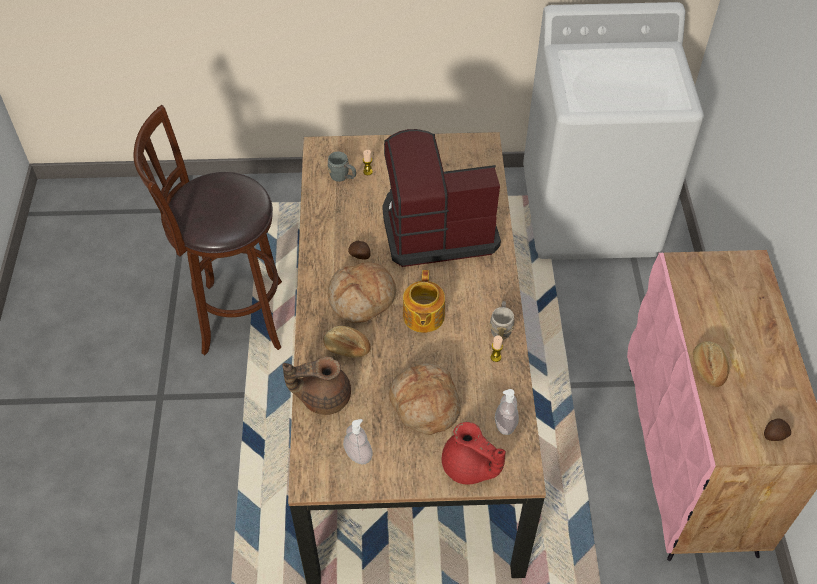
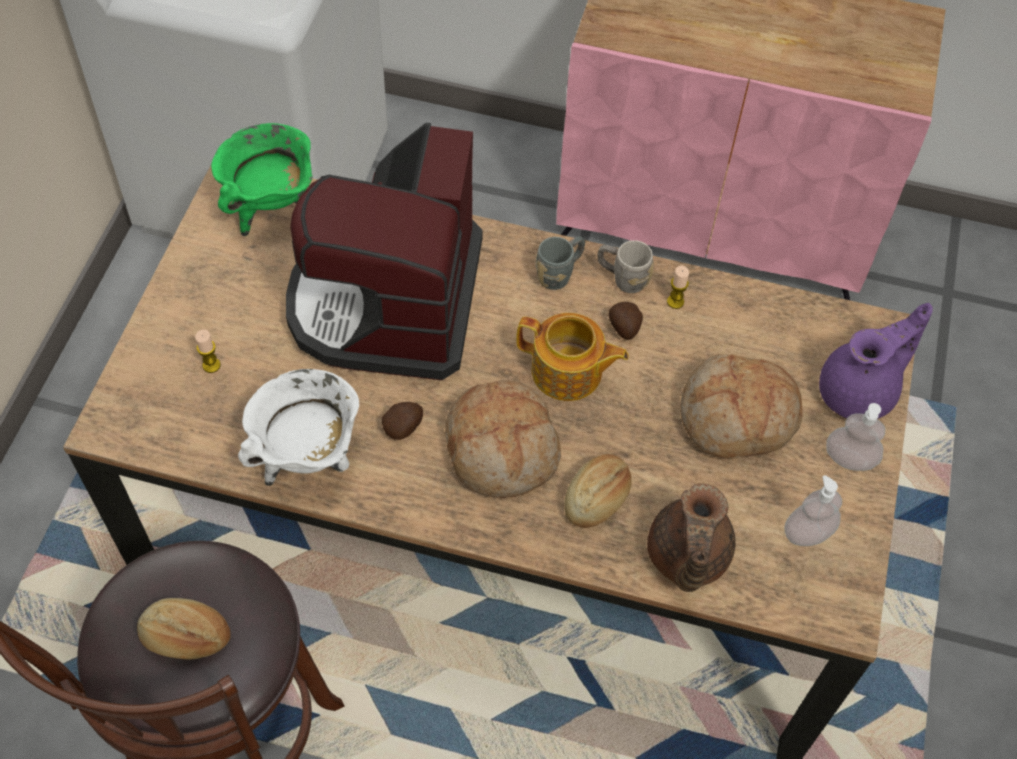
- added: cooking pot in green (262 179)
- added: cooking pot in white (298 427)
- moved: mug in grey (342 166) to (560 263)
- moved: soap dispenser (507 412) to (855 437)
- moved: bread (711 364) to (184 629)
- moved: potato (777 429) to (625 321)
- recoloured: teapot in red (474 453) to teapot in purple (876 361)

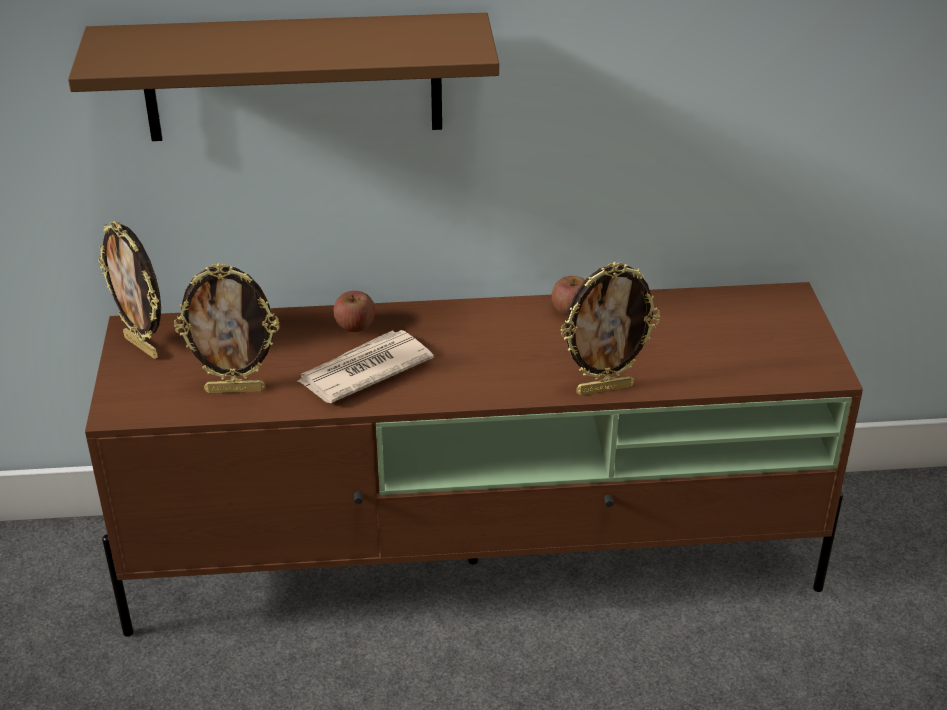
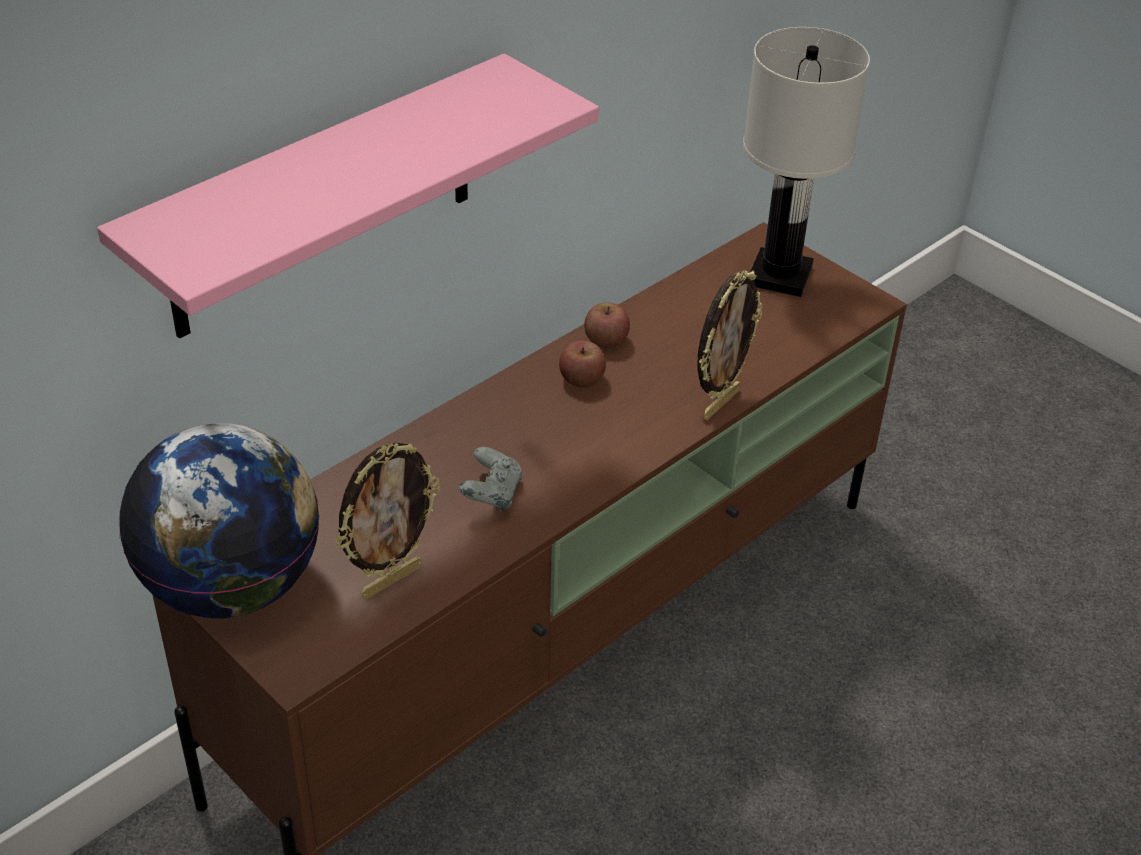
- added: table lamp in white (806 162)
- moved: apple (354 311) to (582 364)
- replaced: picture frame (129 290) to globe (219 520)
- replaced: newspaper (365 366) to game controller in grey (491 479)
- recoloured: shelf in brown (283 77) to shelf in pink (348 196)

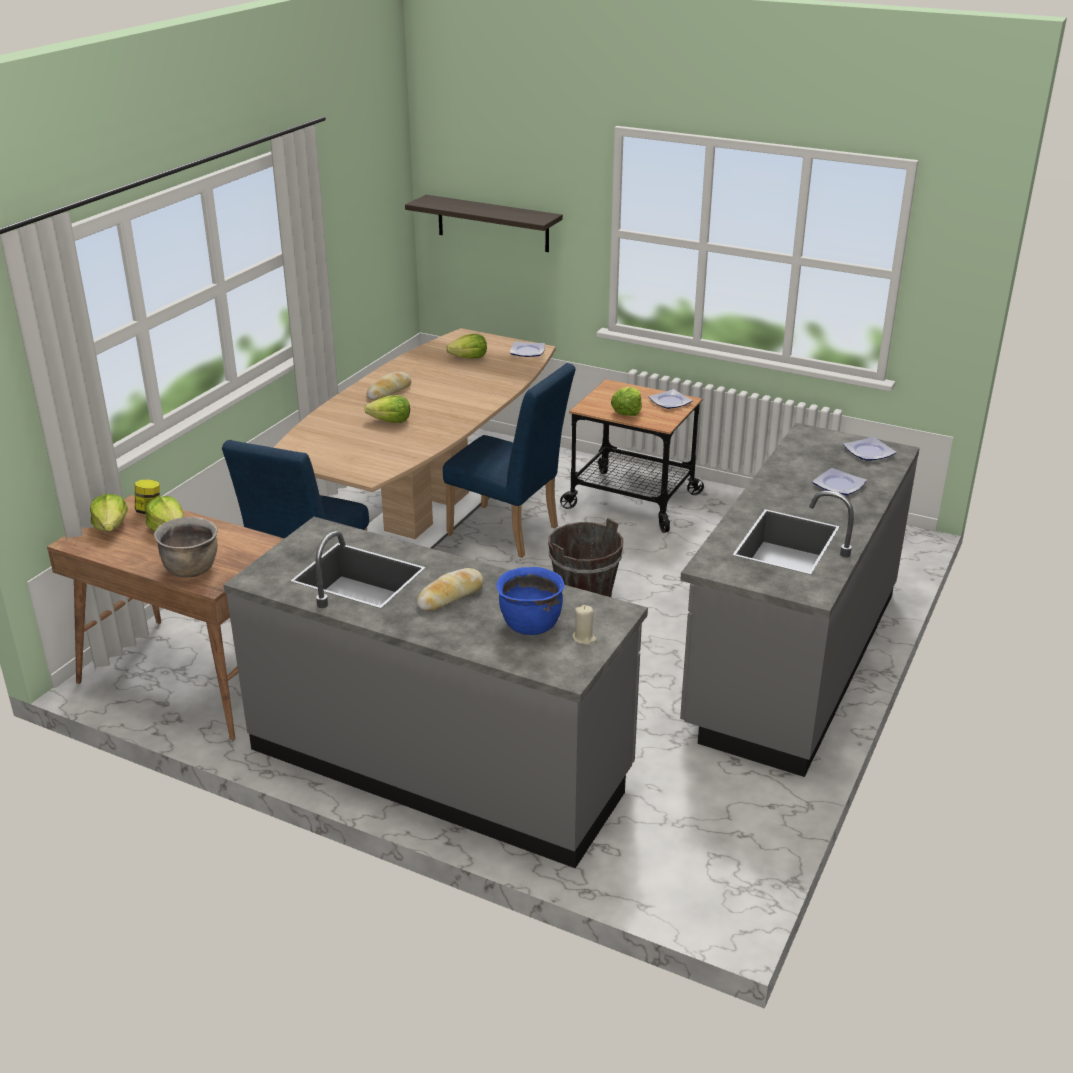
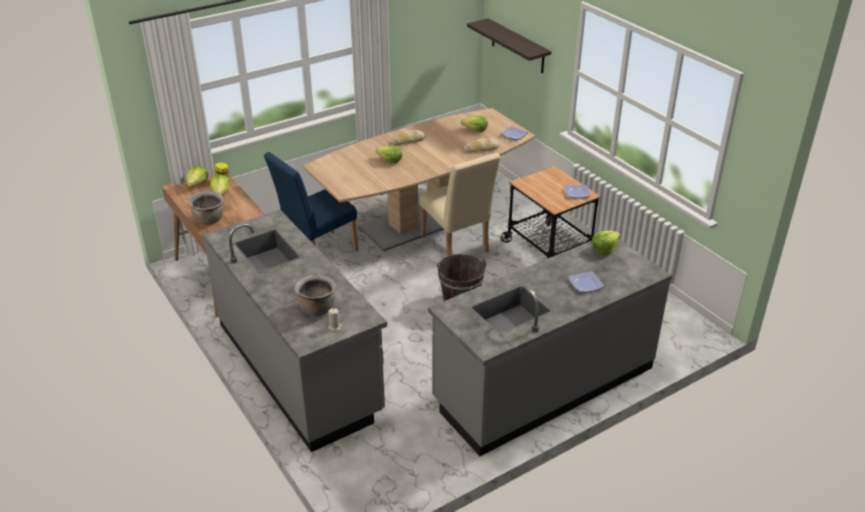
- removed: plate (870 449)
- moved: bread (450 589) to (481 145)
- moved: lettuce (626 401) to (605 243)
- recoloured: chair in blue (509 460) to chair in beige (460 204)
- recoloured: cooking pot in blue (531 601) to cooking pot in brown (315 295)

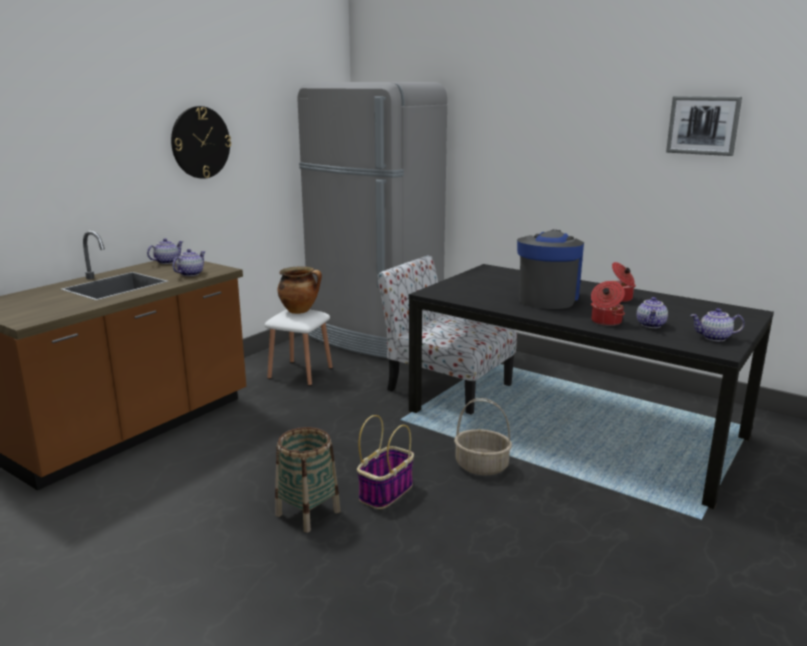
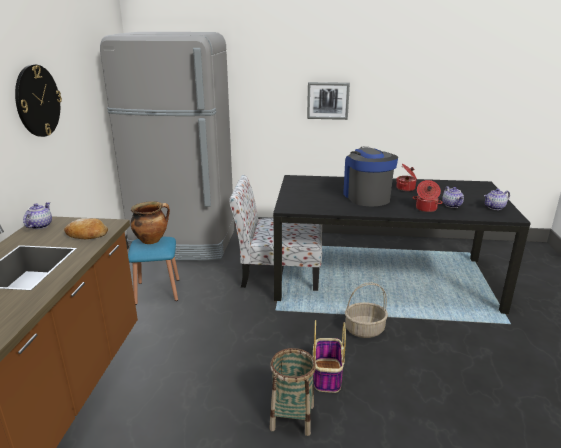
- moved: picture (704 126) to (328 101)
- replaced: teapot (188 262) to bread (86 228)
- recoloured: stool in white (299 347) to stool in blue (154 271)

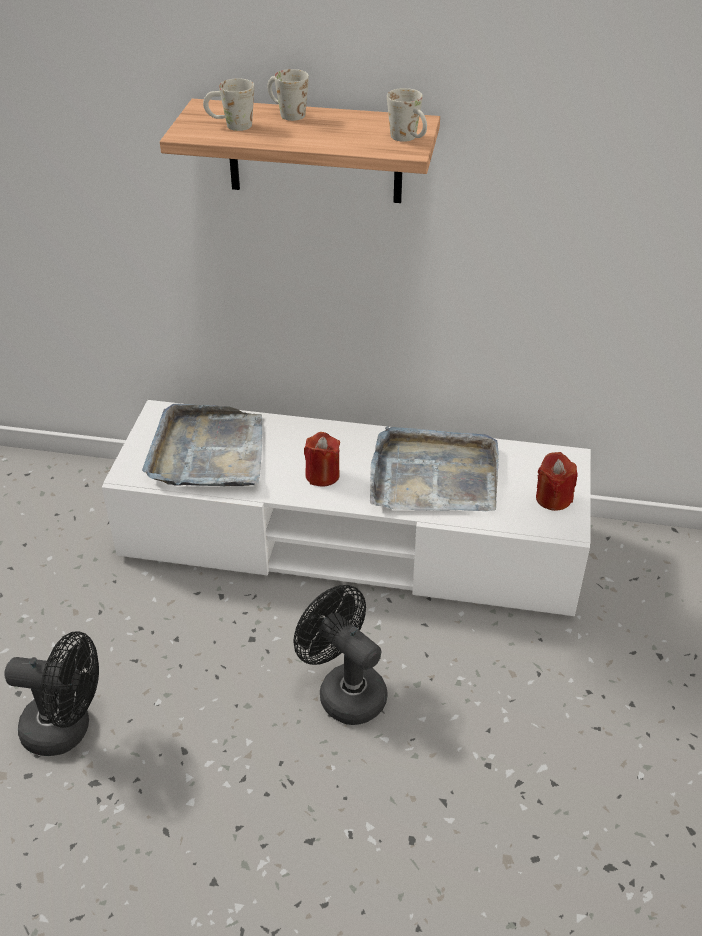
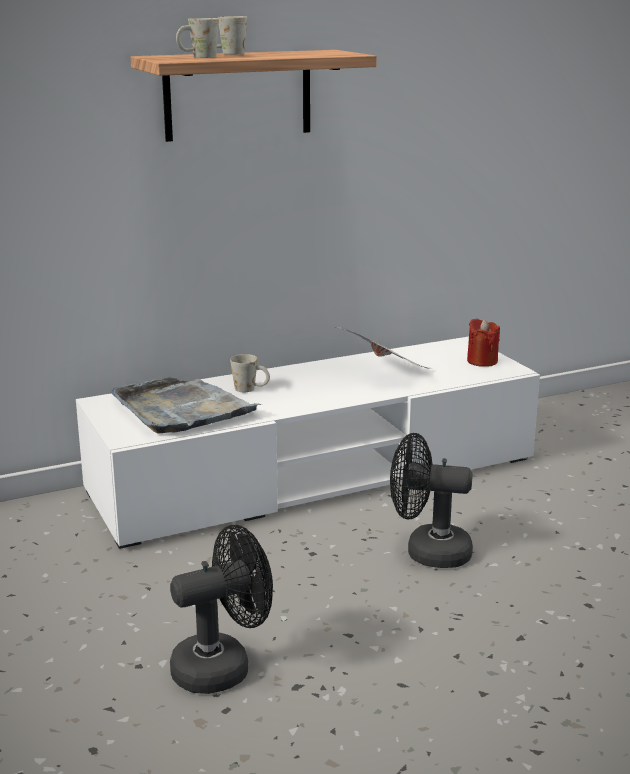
- removed: candle in red (322 459)
- moved: mug in white (407 115) to (250 373)
- replaced: tray in grey (434 468) to newspaper (384 348)

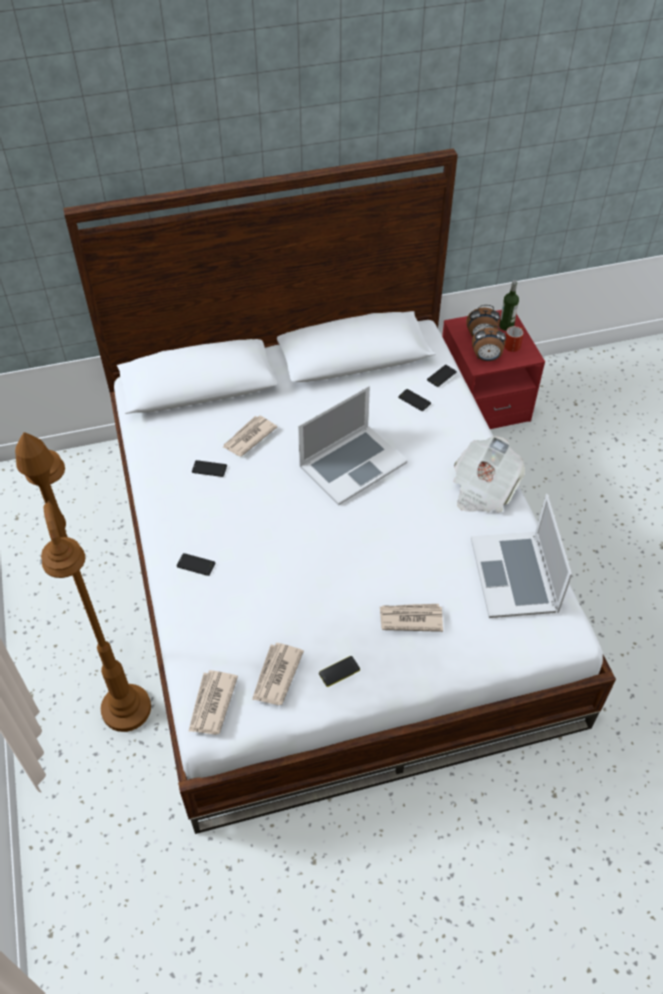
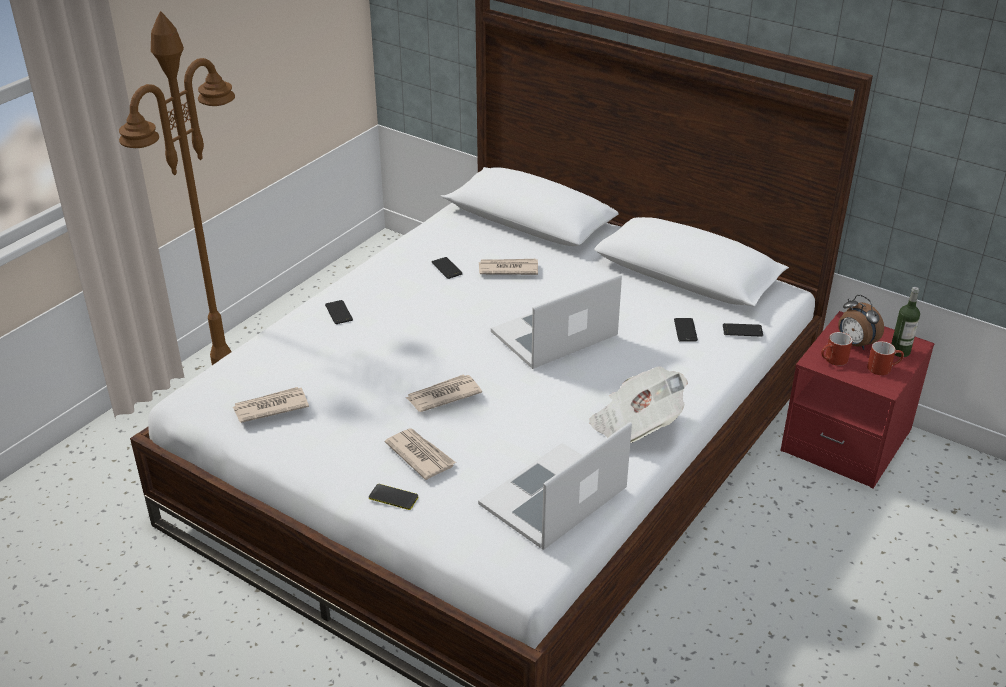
- moved: newspaper (213 702) to (444 393)
- moved: phone (339 671) to (393 497)
- replaced: alarm clock (489 343) to mug in red (837 349)
- turned: laptop (352 445) = (556 321) 135 degrees clockwise

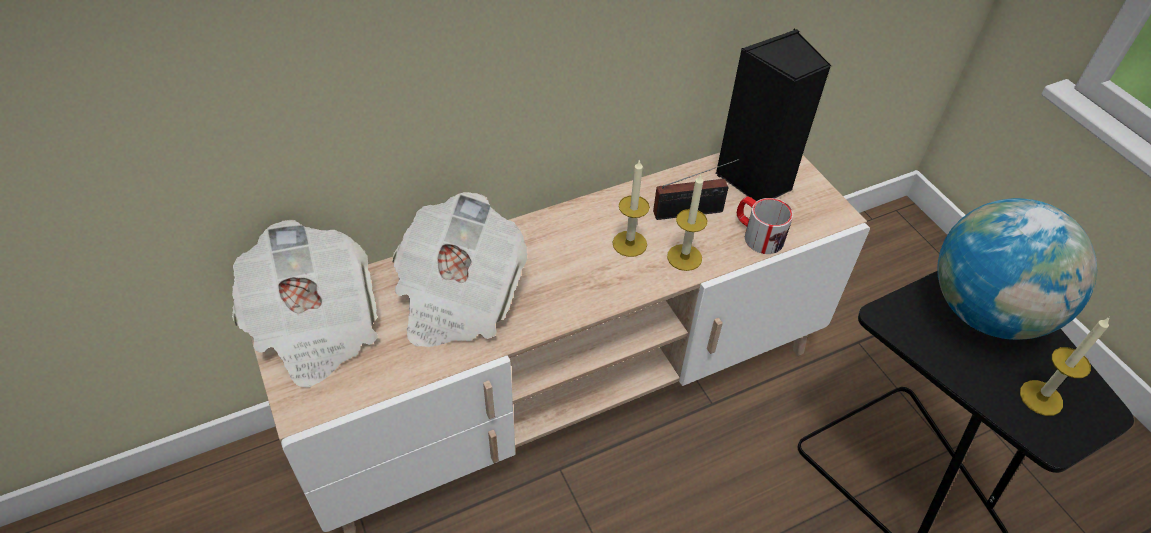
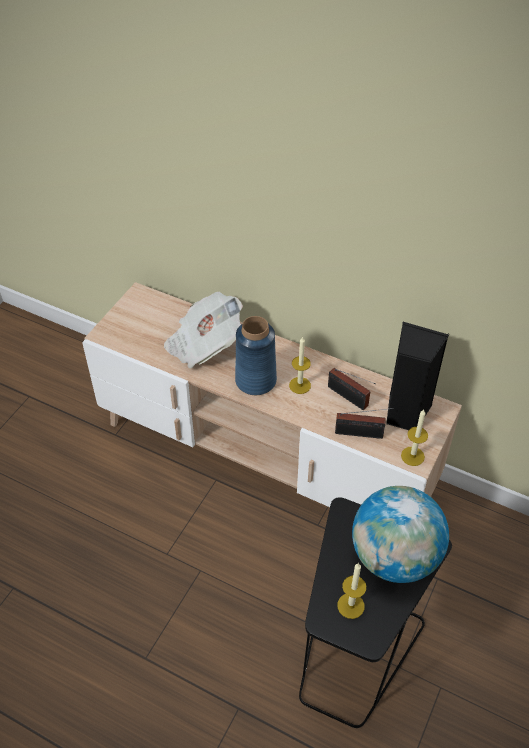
- removed: newspaper (305 304)
- added: vase in blue (256 355)
- moved: candle (687 222) to (414 437)
- replaced: mug (765 225) to radio (364 423)

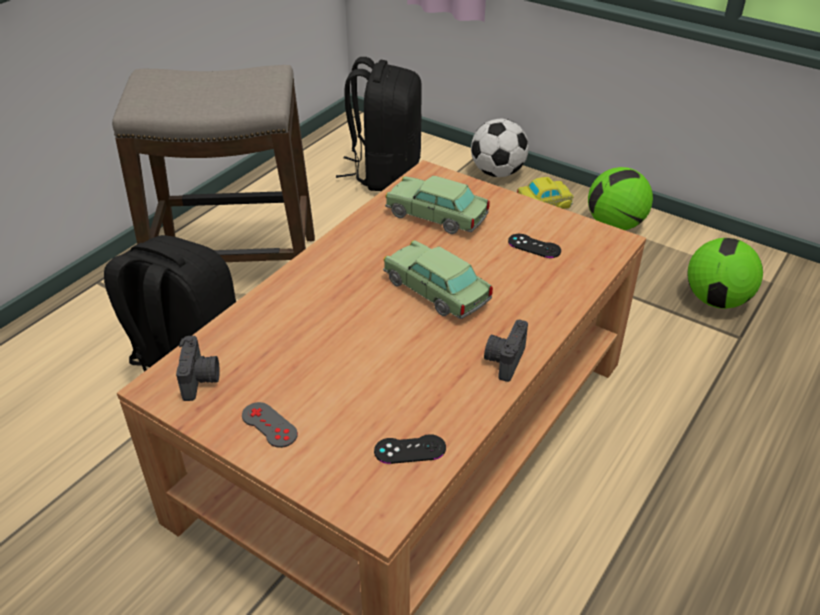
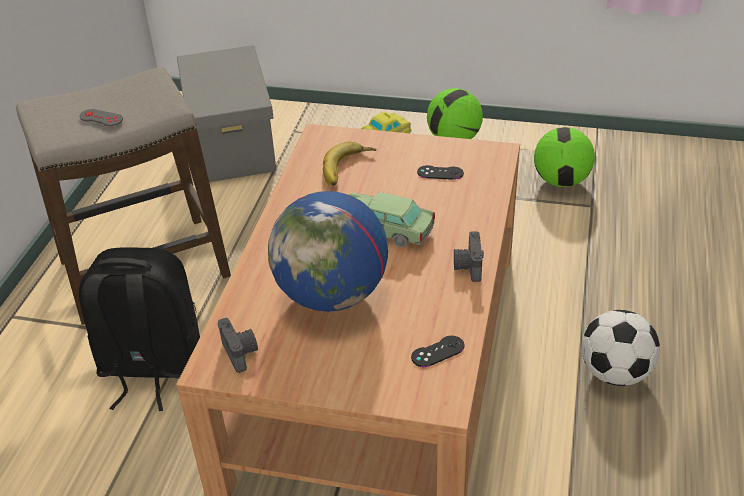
- added: globe (328 251)
- moved: game controller in grey (270 425) to (101 117)
- moved: football (500 148) to (621 348)
- replaced: backpack in black (379 124) to storage box in grey (227 113)
- replaced: toy car (437 205) to banana (349 164)

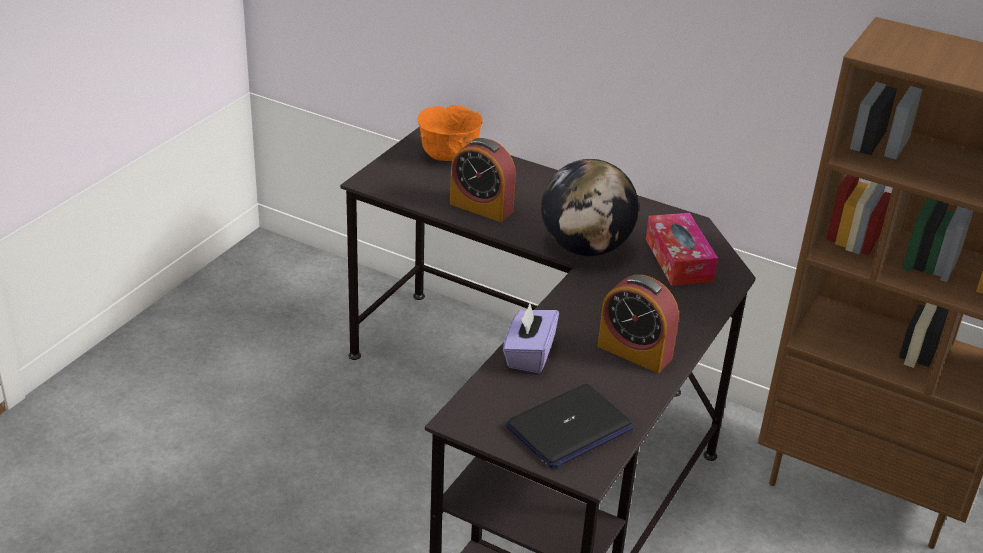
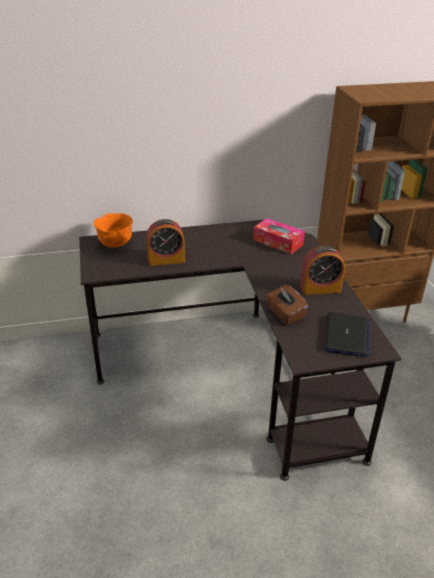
- removed: globe (590 207)
- recoloured: tissue box in purple (531 338) to tissue box in brown (287 304)

